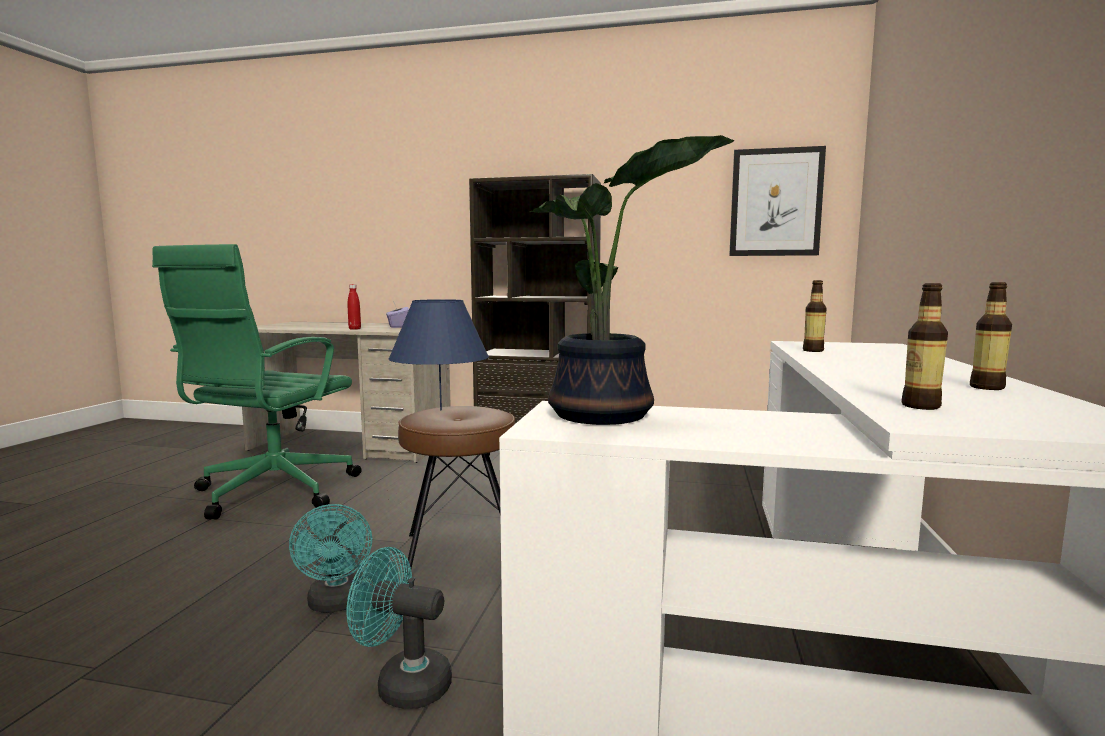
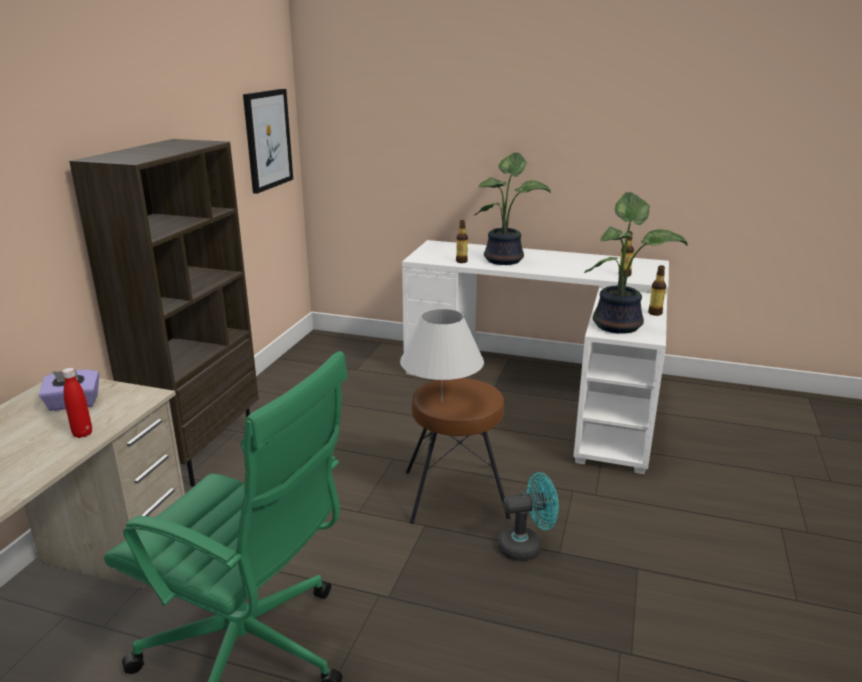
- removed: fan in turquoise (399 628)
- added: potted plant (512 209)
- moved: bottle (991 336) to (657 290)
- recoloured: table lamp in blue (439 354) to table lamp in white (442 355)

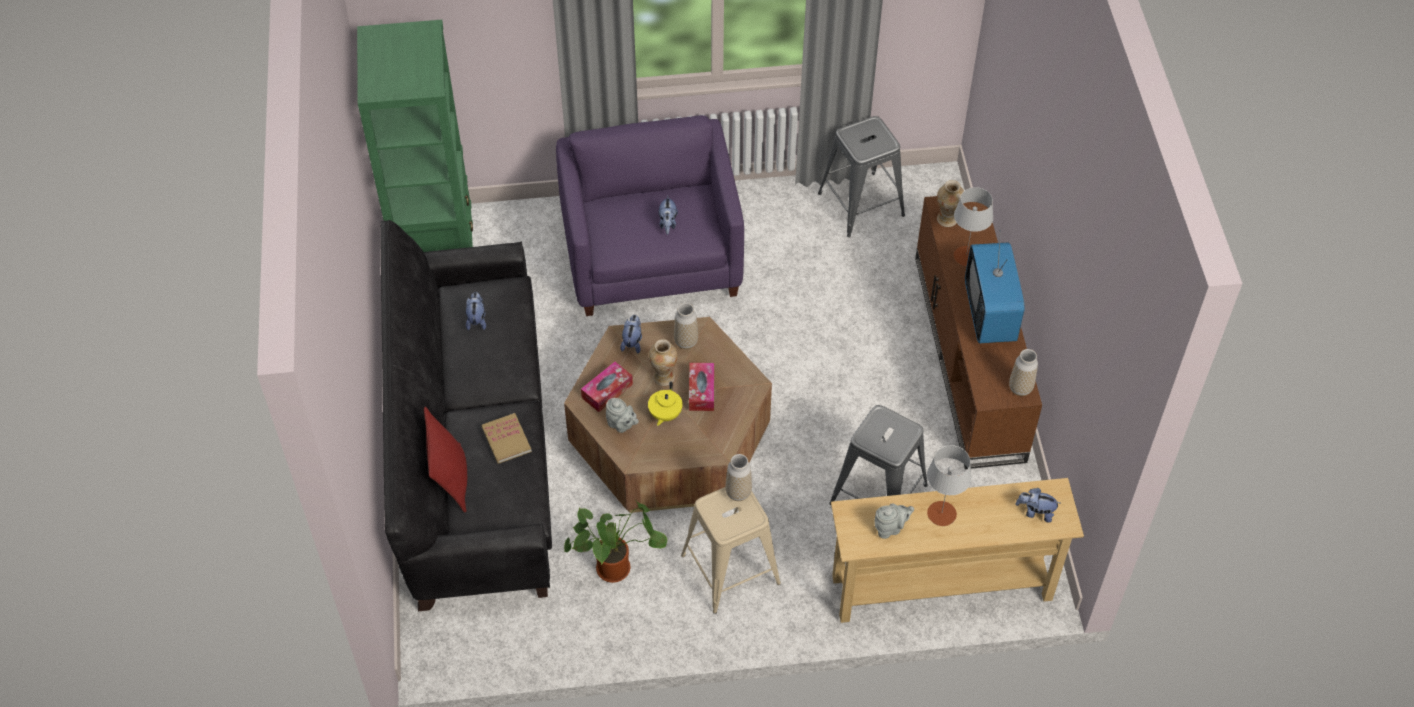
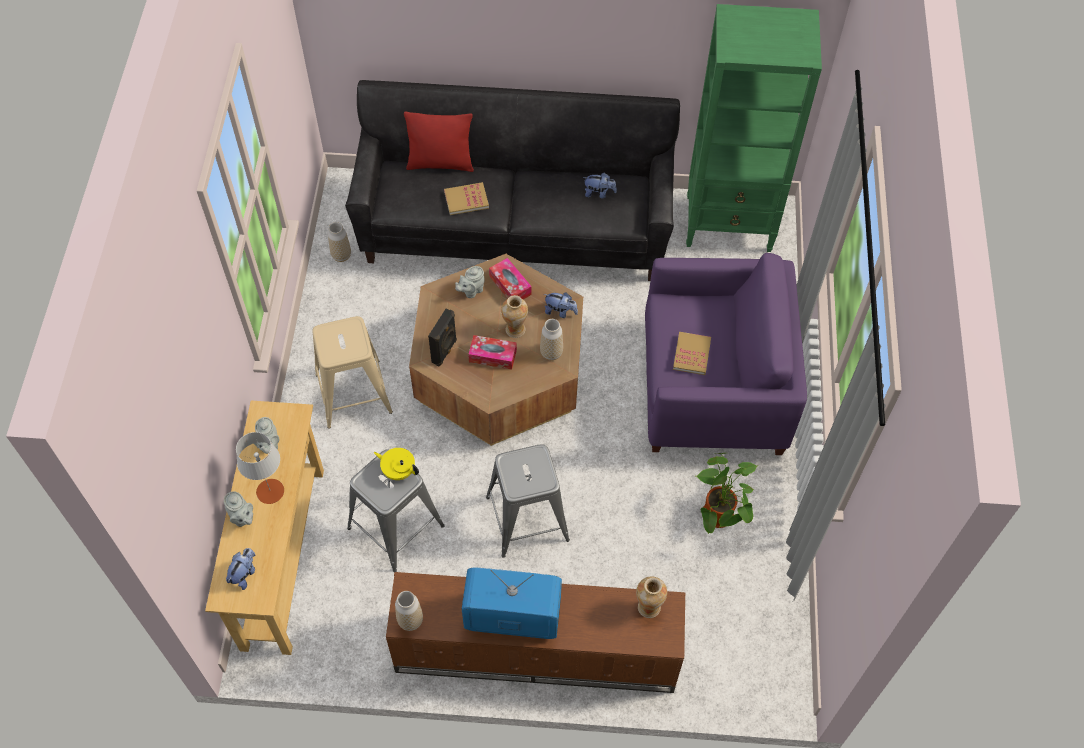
- removed: table lamp in grey (973 226)
- added: teapot in grey (238 509)
- added: speaker in black (442 337)
- moved: potted plant (615 542) to (726 493)
- moved: teapot in yellow (665 403) to (396 464)
- moved: vase (739 477) to (339 242)
- moved: stool in grey (861 176) to (528 501)
- replaced: plush toy (668 215) to book (692 353)

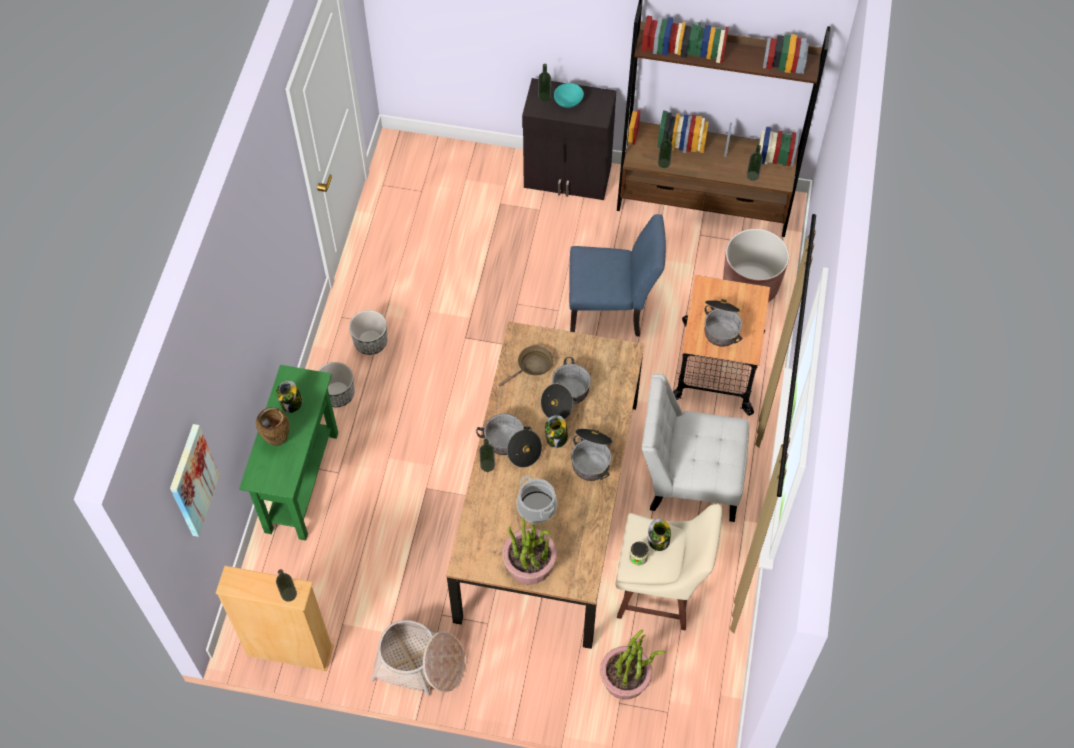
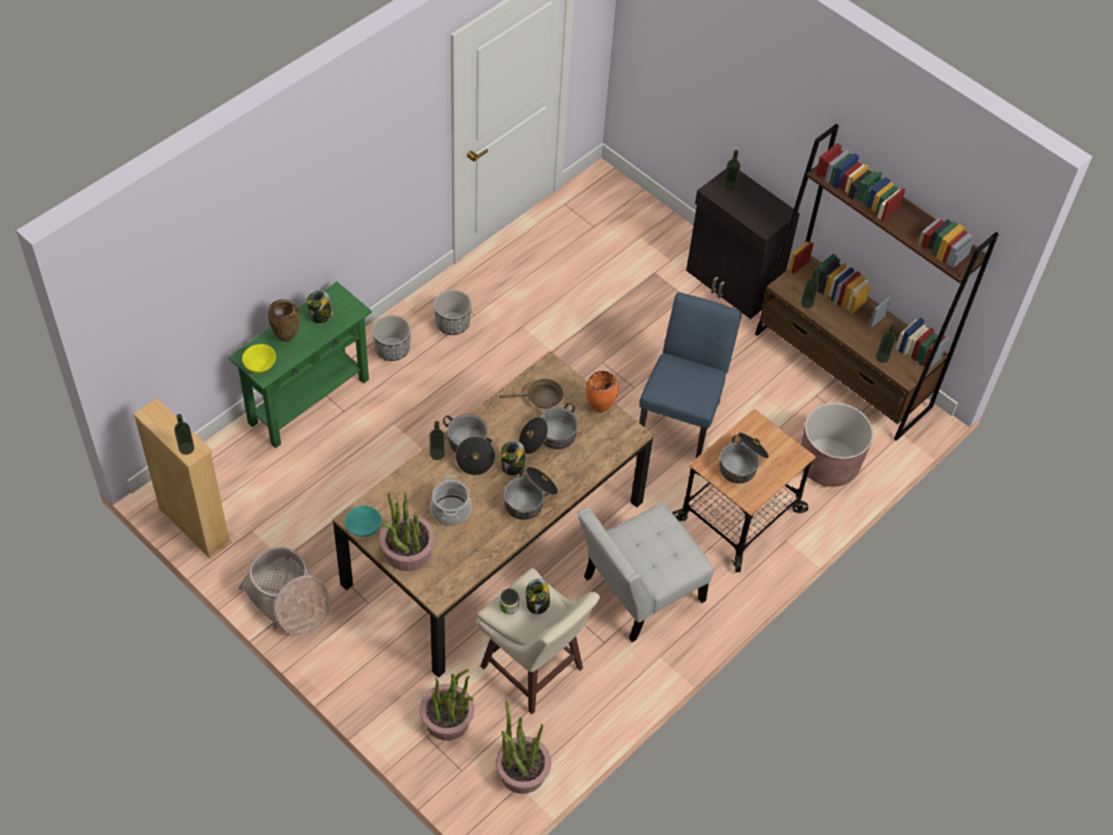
- removed: picture (195 480)
- added: bowl in yellow (259 358)
- added: potted plant (523 747)
- added: vase in orange (602 392)
- moved: bowl in turquoise (569 95) to (363 521)
- turned: chair in blue (617 275) = (690 375) 105 degrees counterclockwise
- turned: chair in white (695 448) = (645 572) 75 degrees counterclockwise

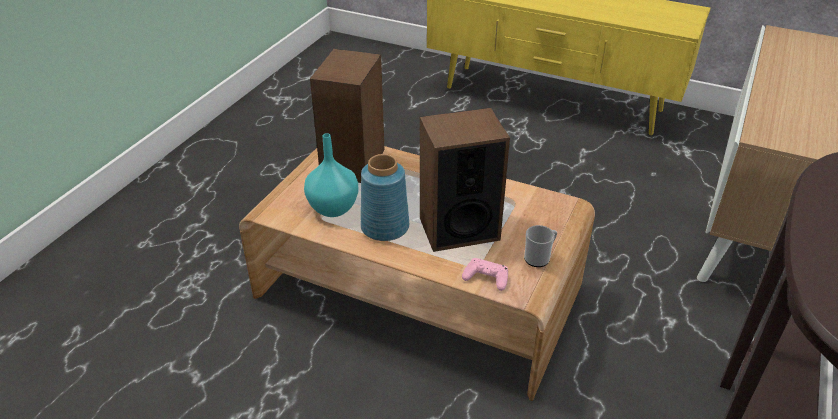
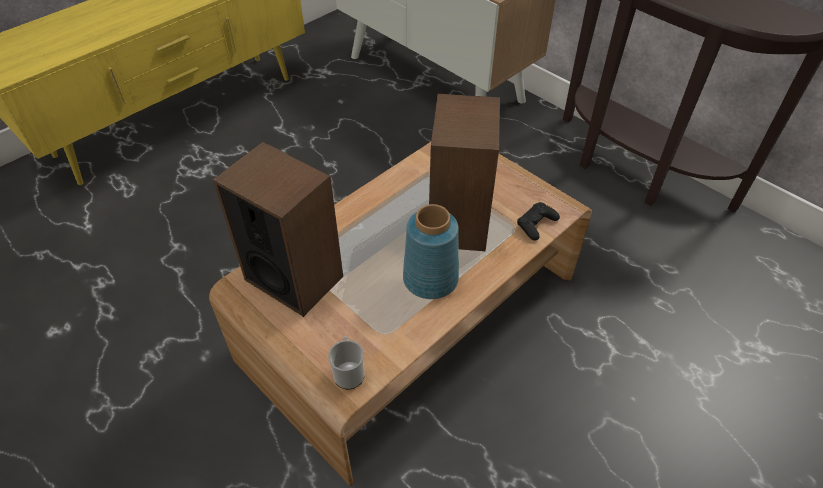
- removed: vase in turquoise (331 175)
- moved: mug (540 246) to (346 362)
- recoloured: game controller in pink (485 274) to game controller in black (538 221)

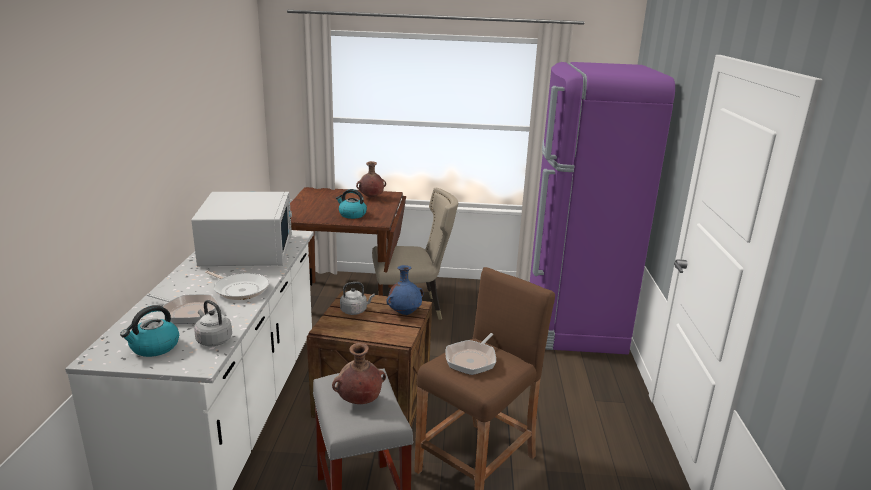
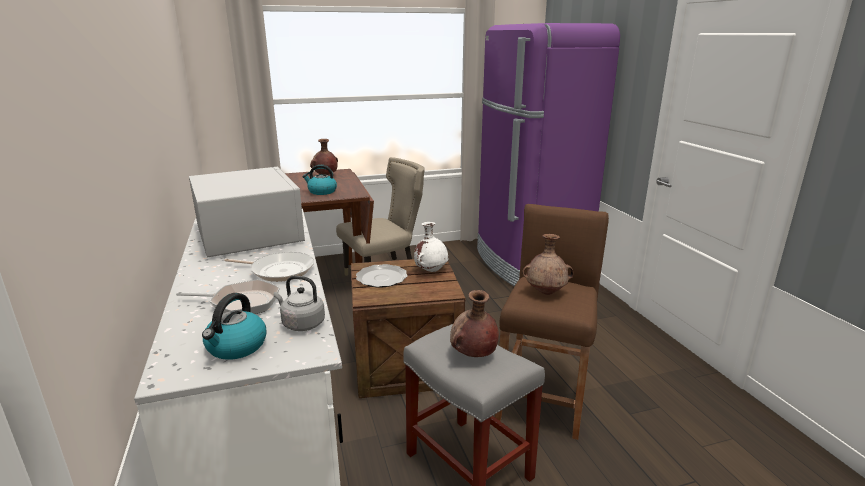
- replaced: kettle in grey (357 298) to plate (382 275)
- replaced: frying pan (470 354) to vase in brown (548 264)
- recoloured: vase in blue (405 290) to vase in white (431 247)

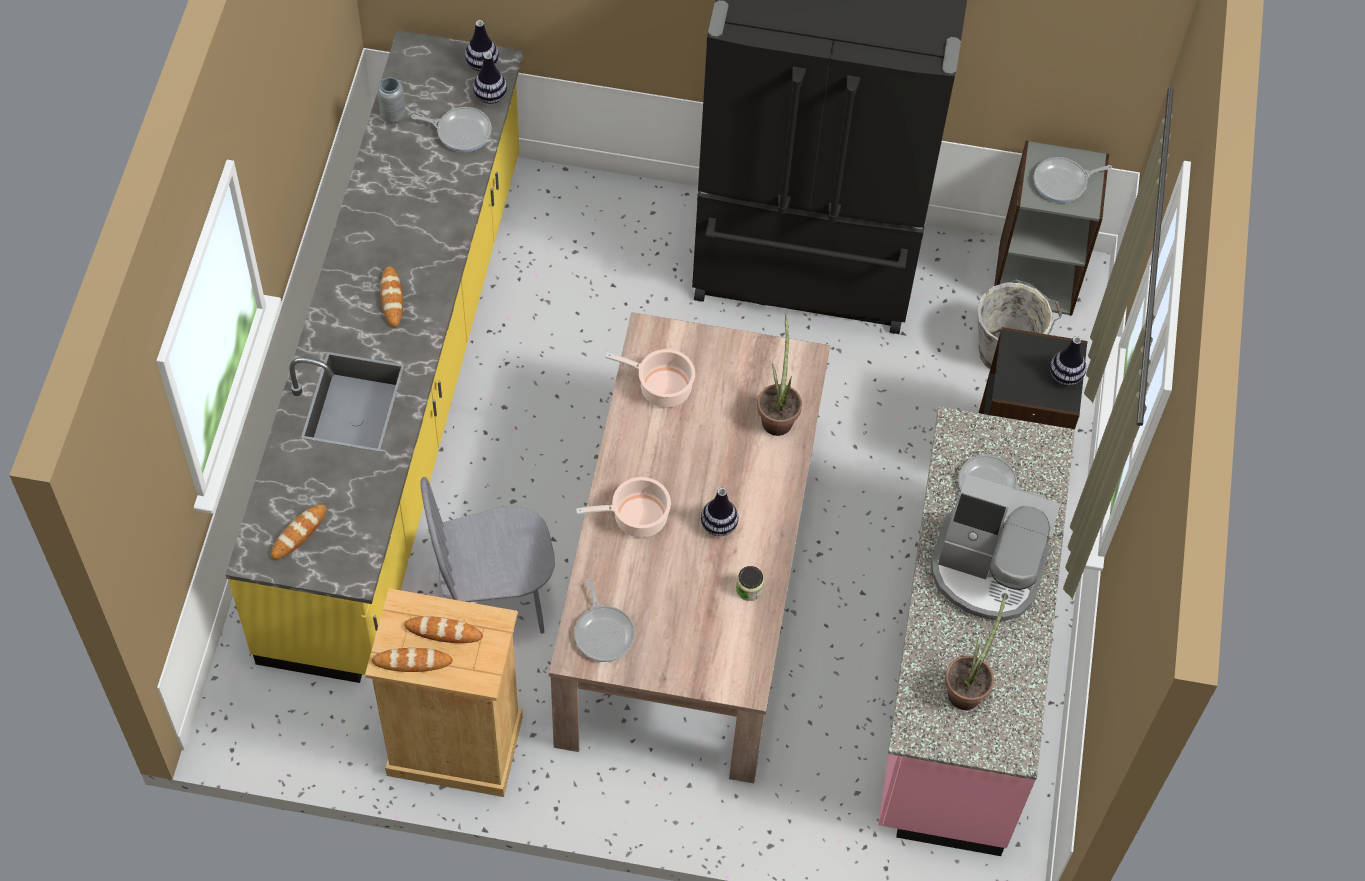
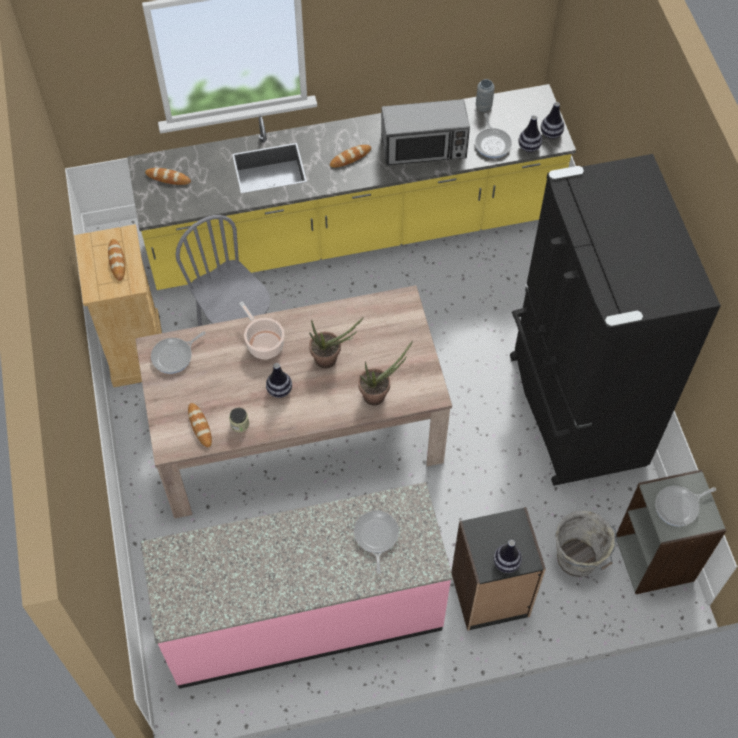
- removed: cooking pot (650 378)
- removed: coffee machine (996 547)
- added: microwave (425 132)
- moved: bread (412 660) to (200 425)
- moved: potted plant (975 651) to (336 342)
- turned: frying pan (1073 180) = (685 506) 75 degrees counterclockwise

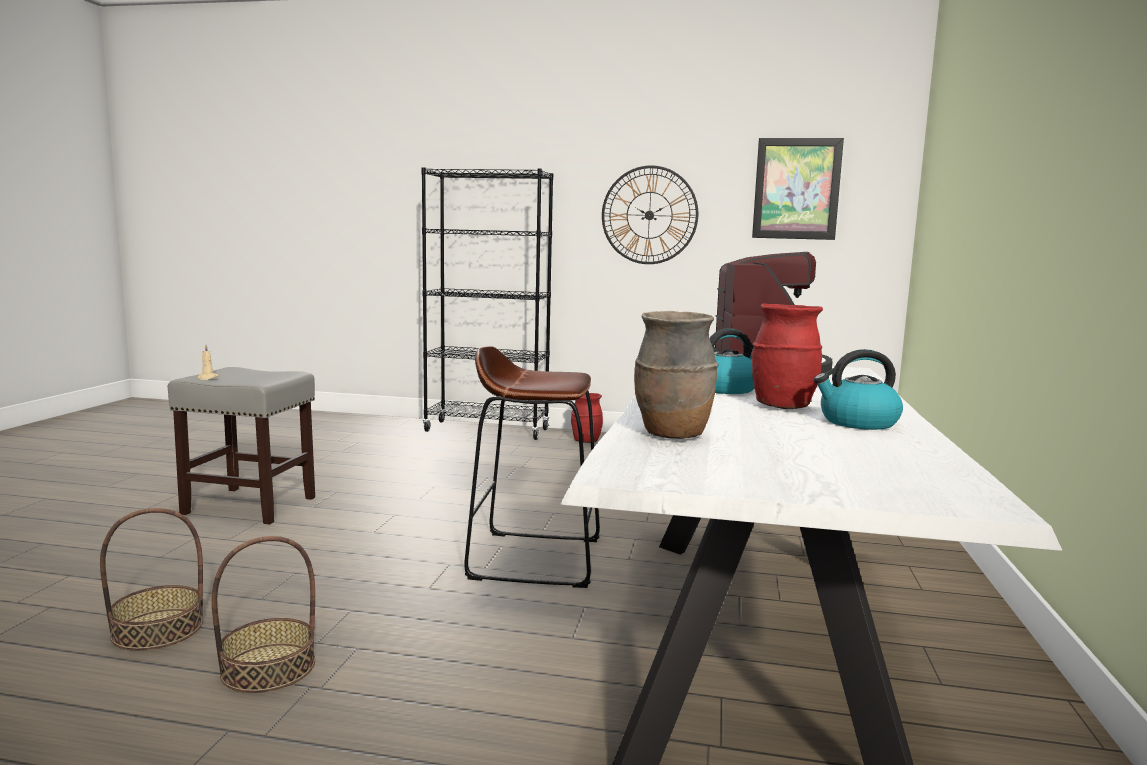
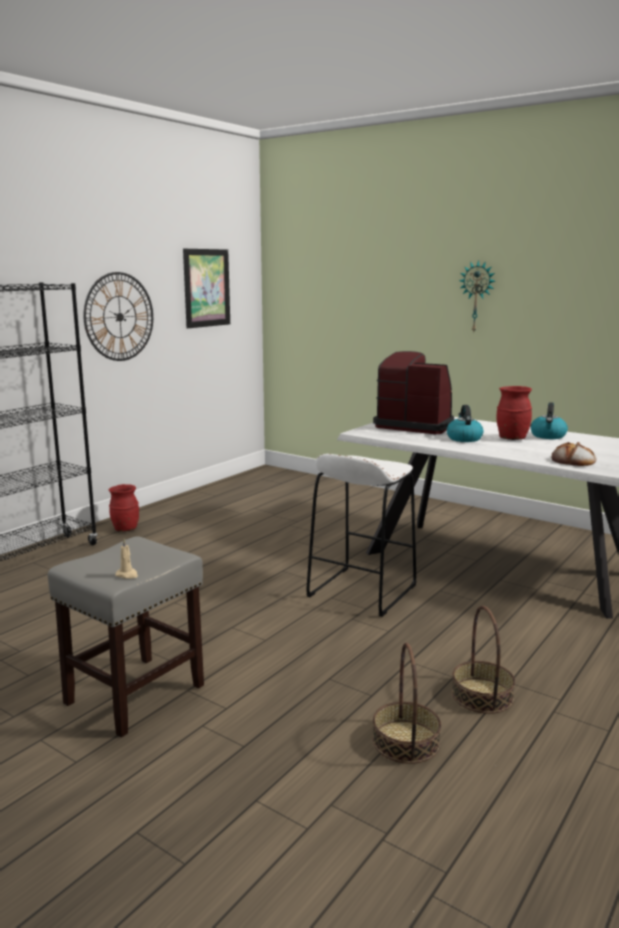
- added: wall clock (477 296)
- replaced: vase in brown (676 375) to bread (574 454)
- recoloured: stool in brown (532 467) to stool in white (361 535)

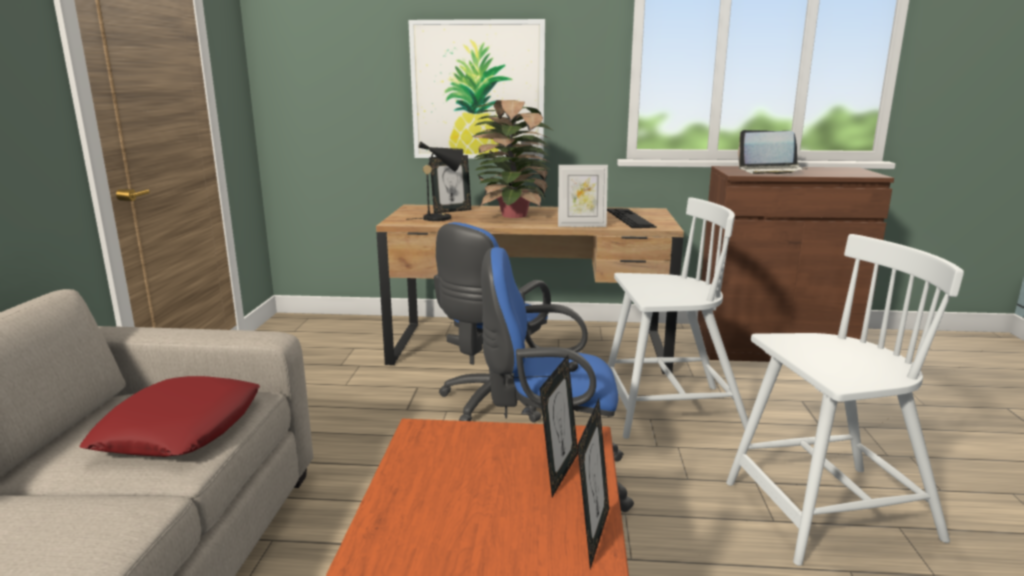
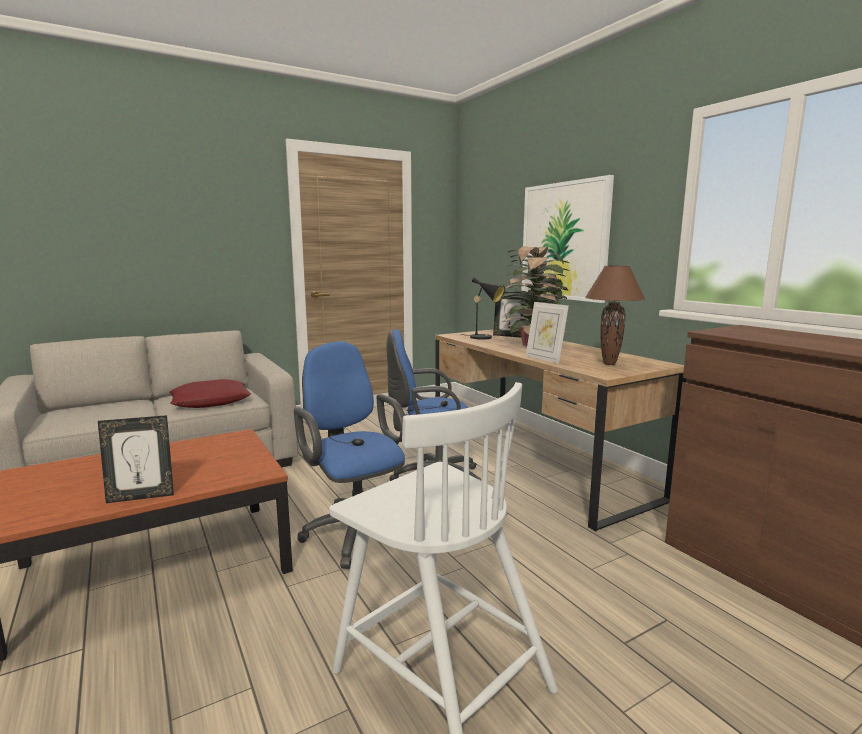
- removed: picture frame (559 426)
- removed: chair in white (678 318)
- removed: laptop (772 152)
- replaced: keyboard (632 218) to table lamp in brown (615 315)

